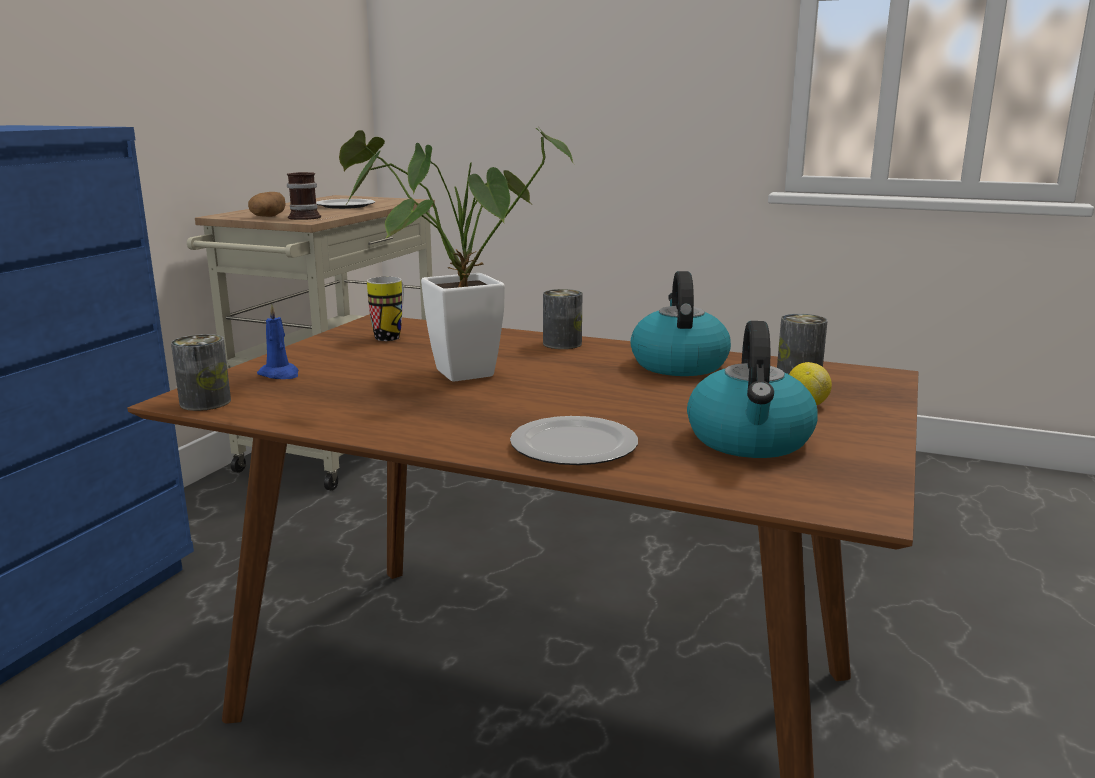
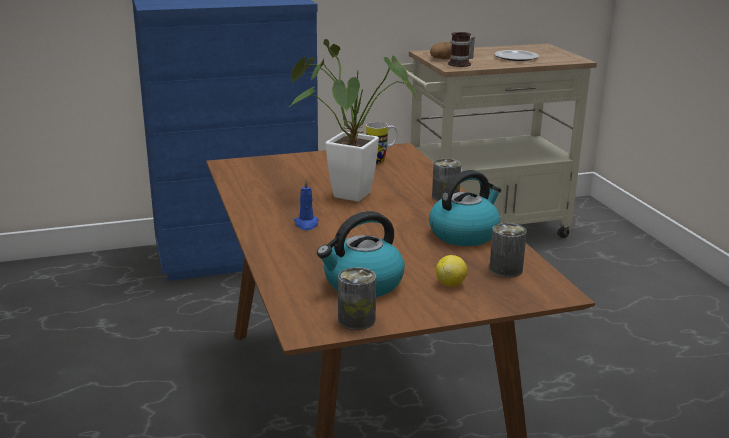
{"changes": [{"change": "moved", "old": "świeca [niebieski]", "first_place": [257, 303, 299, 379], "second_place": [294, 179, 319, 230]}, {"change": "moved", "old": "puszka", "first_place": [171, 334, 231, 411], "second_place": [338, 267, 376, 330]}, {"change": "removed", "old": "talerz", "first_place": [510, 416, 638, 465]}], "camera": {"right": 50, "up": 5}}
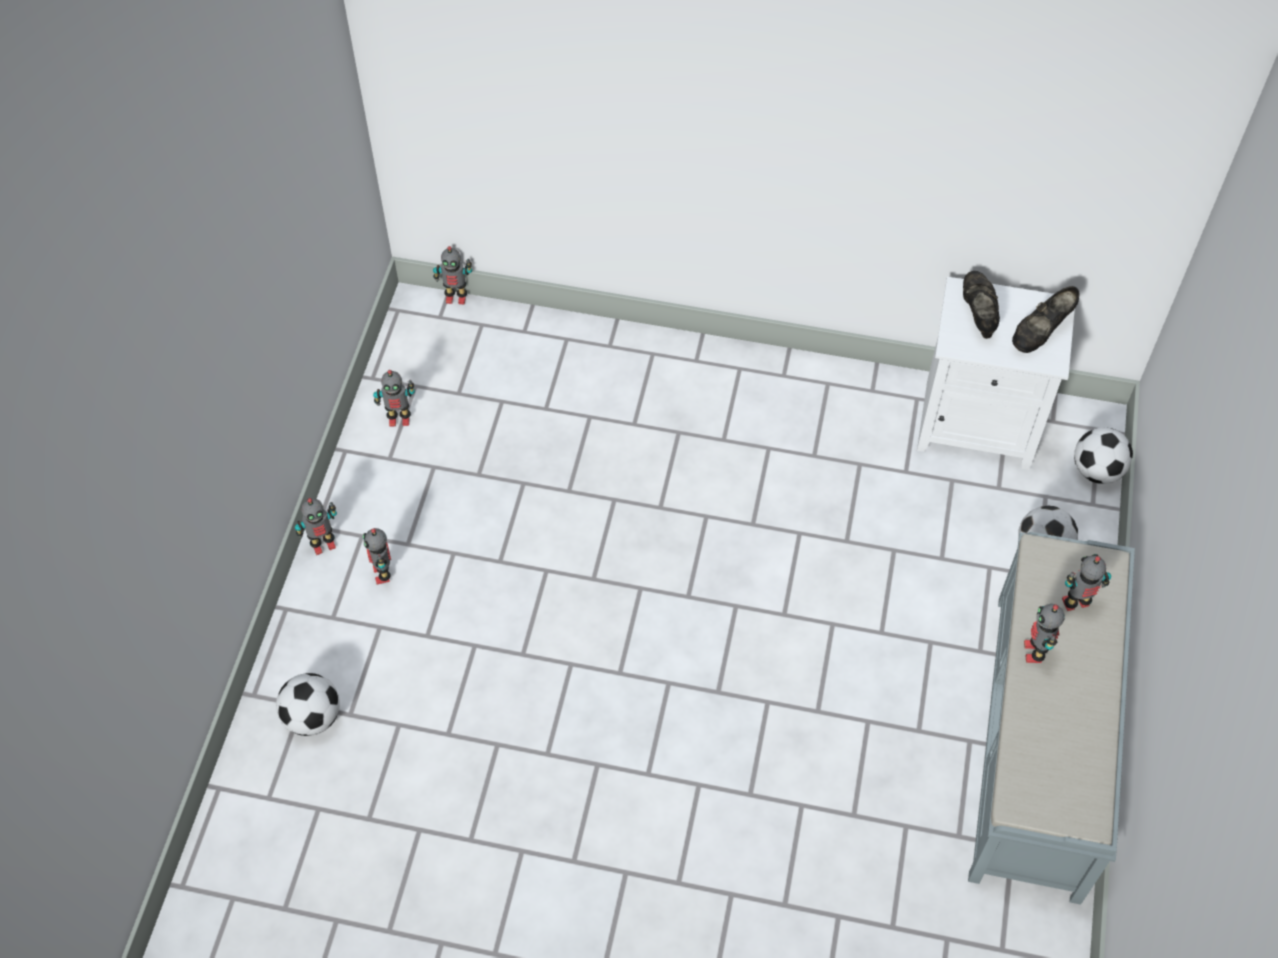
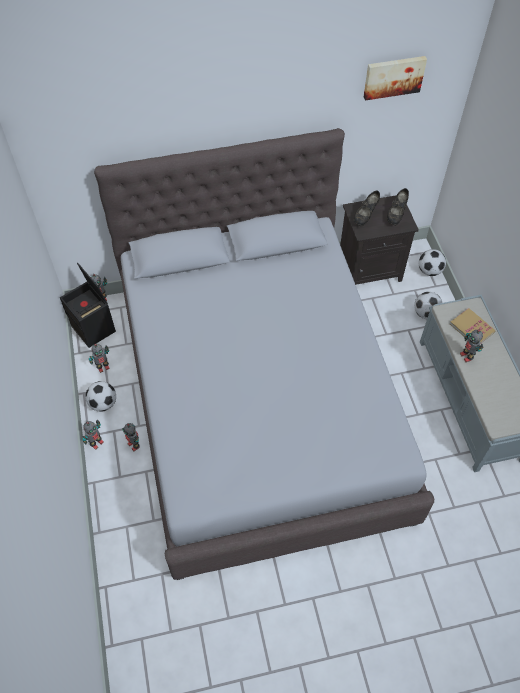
{"changes": [{"change": "added", "new": "pojemnik do przechowywania [czarny]", "second_place": [60, 263, 116, 348]}, {"change": "moved", "old": "piłka futbolowa", "first_place": [276, 673, 340, 736], "second_place": [86, 381, 116, 412]}, {"change": "added", "new": "łóżko [szary]", "second_place": [94, 128, 434, 580]}, {"change": "recoloured", "old": "szafka nocna [biały]", "new": "szafka nocna [czarny]", "first_place": [917, 277, 1075, 470], "second_place": [340, 195, 419, 285]}, {"change": "turned", "old": "but [czarny]", "first_place": [963, 271, 1000, 339], "second_place": [354, 191, 380, 226], "degrees": -120}, {"change": "added", "new": "obraz", "second_place": [364, 56, 427, 101]}, {"change": "replaced", "old": "robot zabawkowy", "new": "książka", "first_place": [1062, 554, 1111, 611], "second_place": [450, 308, 496, 343]}], "camera": {"right": -25, "up": 0}}
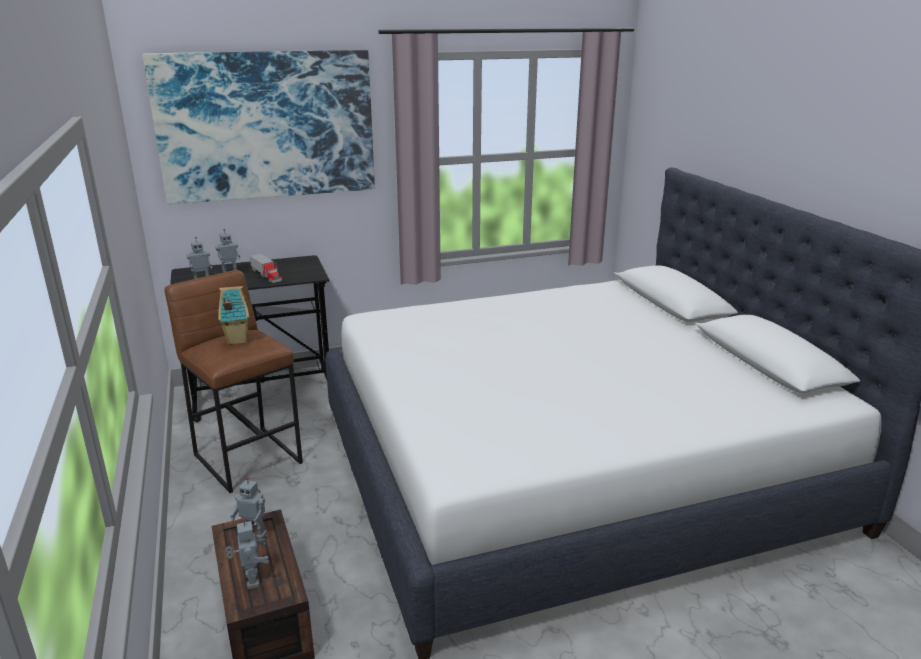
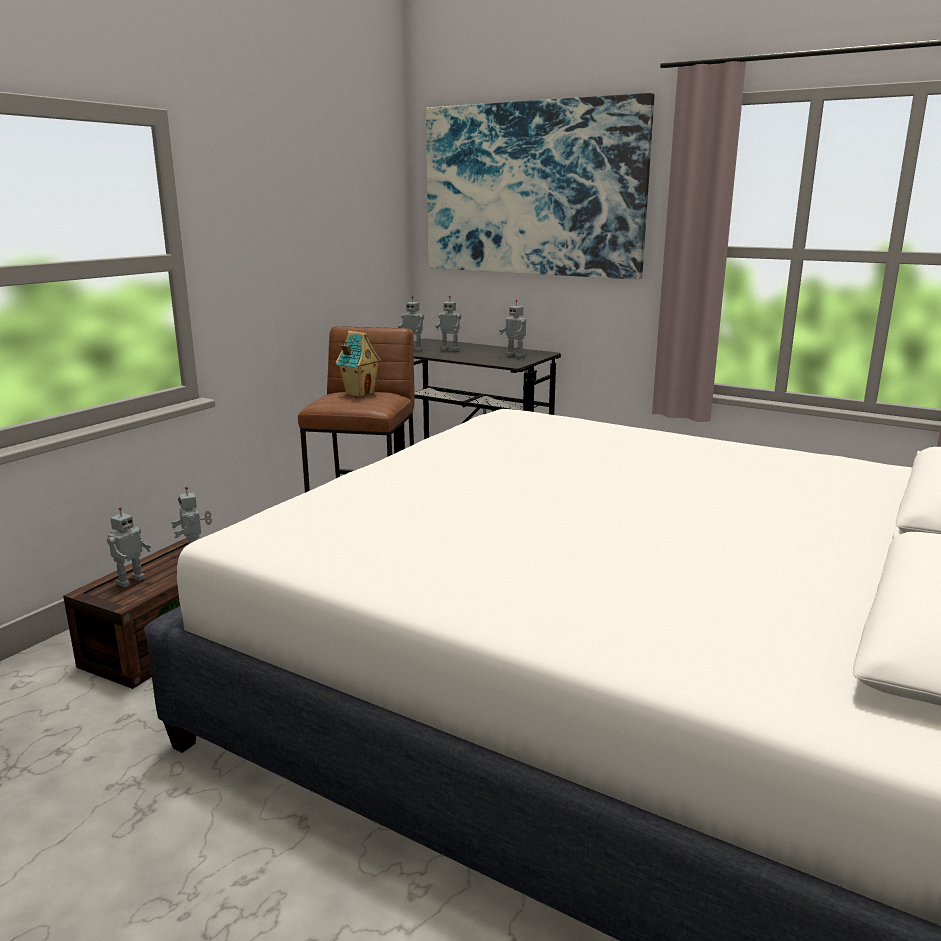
{"changes": [{"change": "added", "new": "robot zabawkowy", "second_place": [499, 300, 527, 358]}, {"change": "removed", "old": "ciężarówka zabawkowa", "first_place": [250, 254, 282, 283]}], "camera": {"right": 50, "up": -5}}
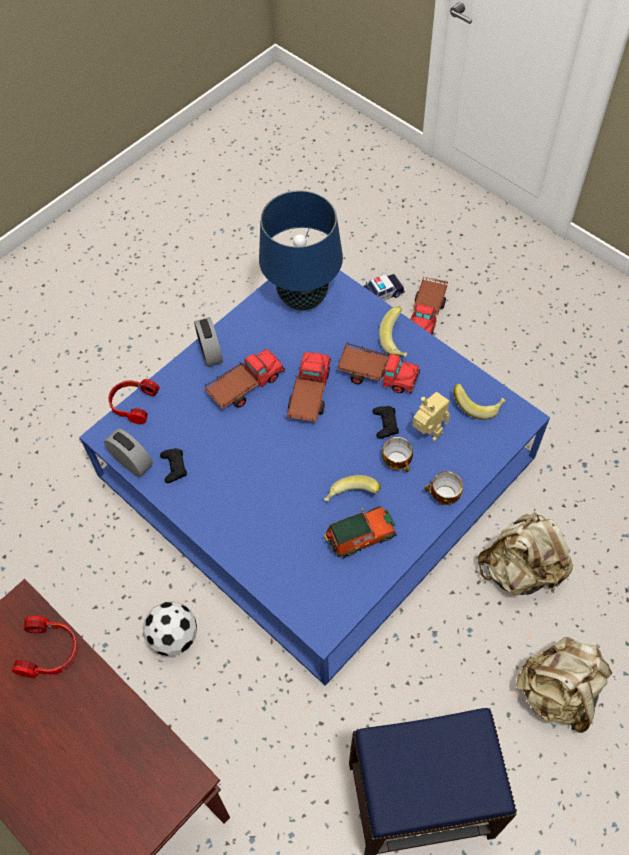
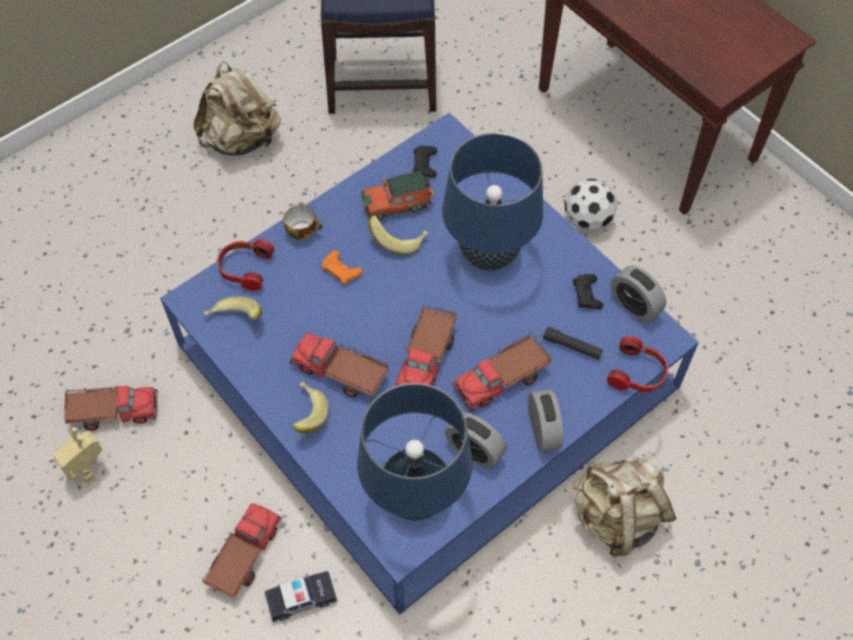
{"changes": [{"change": "moved", "old": "robot zabawkowy", "first_place": [413, 392, 450, 441], "second_place": [52, 427, 103, 487]}, {"change": "added", "new": "ciężarówka zabawkowa", "second_place": [63, 385, 158, 431]}, {"change": "moved", "old": "słuchawki", "first_place": [12, 616, 78, 678], "second_place": [217, 239, 275, 291]}, {"change": "replaced", "old": "filiżanka", "new": "pad do gier [pomarańczowy]", "first_place": [382, 437, 413, 472], "second_place": [321, 251, 363, 285]}, {"change": "moved", "old": "pad do gier [czarny]", "first_place": [373, 406, 399, 439], "second_place": [413, 146, 438, 178]}, {"change": "added", "new": "lampa stołowa [niebieski]", "second_place": [442, 133, 543, 271]}, {"change": "added", "new": "budzik", "second_place": [445, 412, 507, 469]}, {"change": "added", "new": "latarka [czarny]", "second_place": [543, 327, 603, 360]}, {"change": "moved", "old": "plecak [beżowy]", "first_place": [478, 512, 573, 595], "second_place": [572, 460, 676, 557]}], "camera": {"right": -175, "up": 0}}
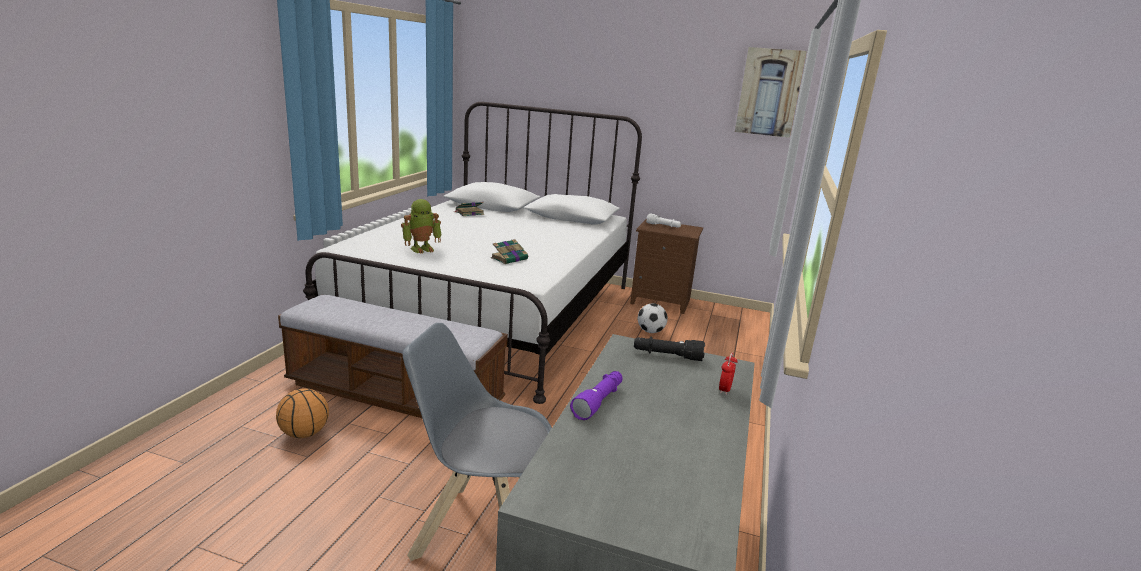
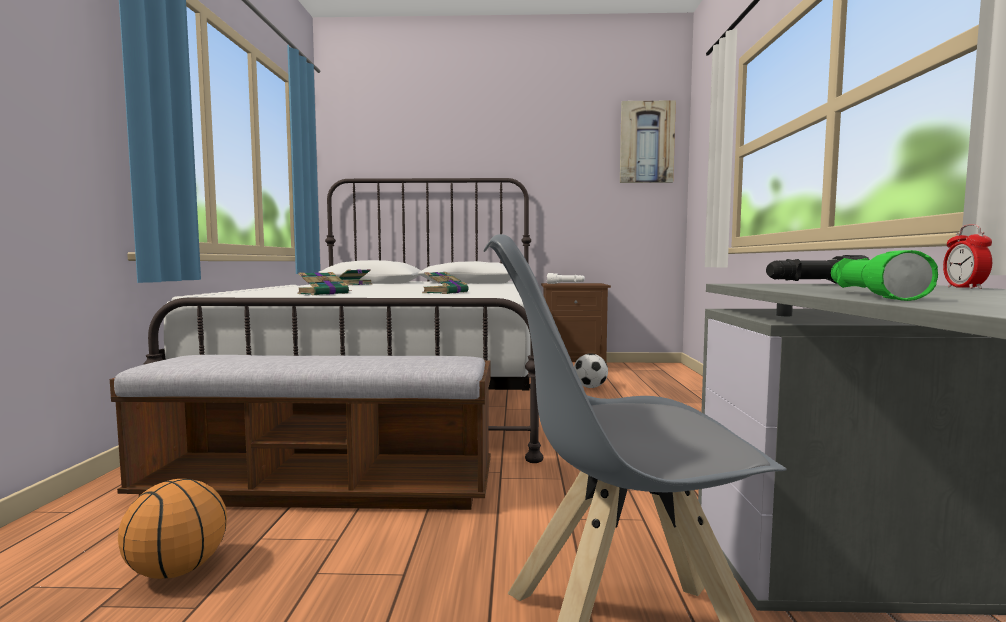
{"changes": [{"change": "replaced", "old": "robot zabawkowy", "new": "książka", "first_place": [401, 199, 442, 254], "second_place": [297, 272, 349, 295]}, {"change": "recoloured", "old": "latarka [fioletowy]", "new": "latarka [zielony]", "first_place": [570, 371, 623, 420], "second_place": [831, 250, 938, 301]}], "camera": {"right": -15, "up": -15}}
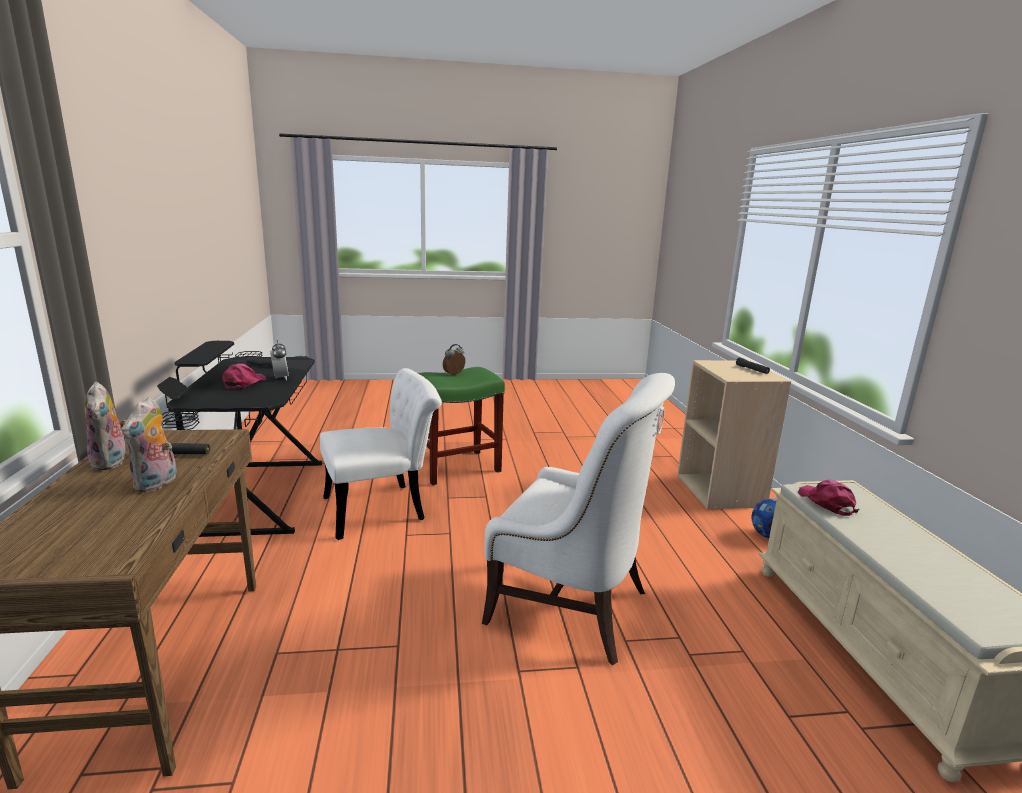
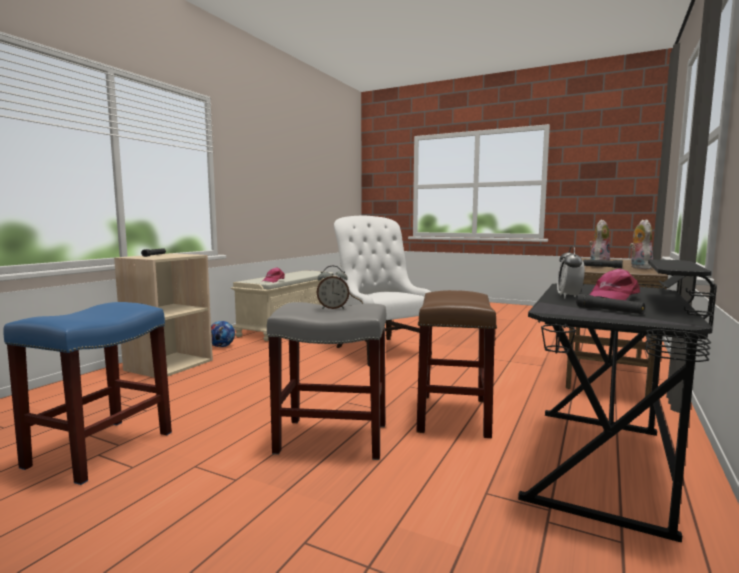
{"changes": [{"change": "added", "new": "stołek [niebieski]", "second_place": [3, 302, 172, 485]}, {"change": "recoloured", "old": "stołek [zielony]", "new": "stołek [szary]", "first_place": [418, 367, 505, 485], "second_place": [267, 302, 386, 460]}, {"change": "replaced", "old": "krzesło [biały]", "new": "stołek [brązowy]", "first_place": [320, 368, 442, 540], "second_place": [416, 290, 497, 438]}], "camera": {"right": -145, "up": -10}}
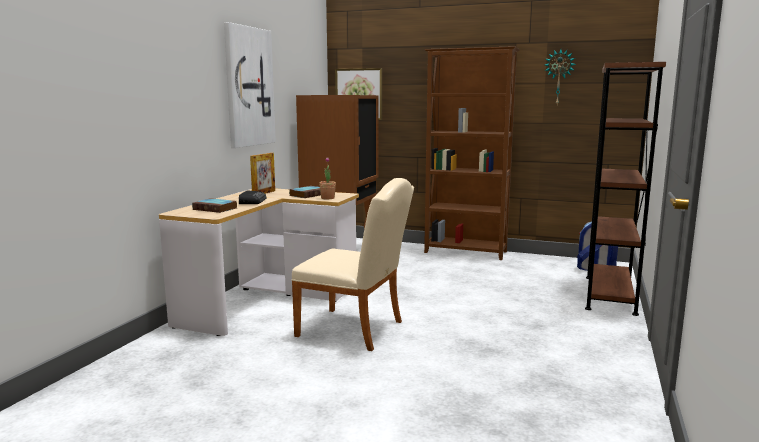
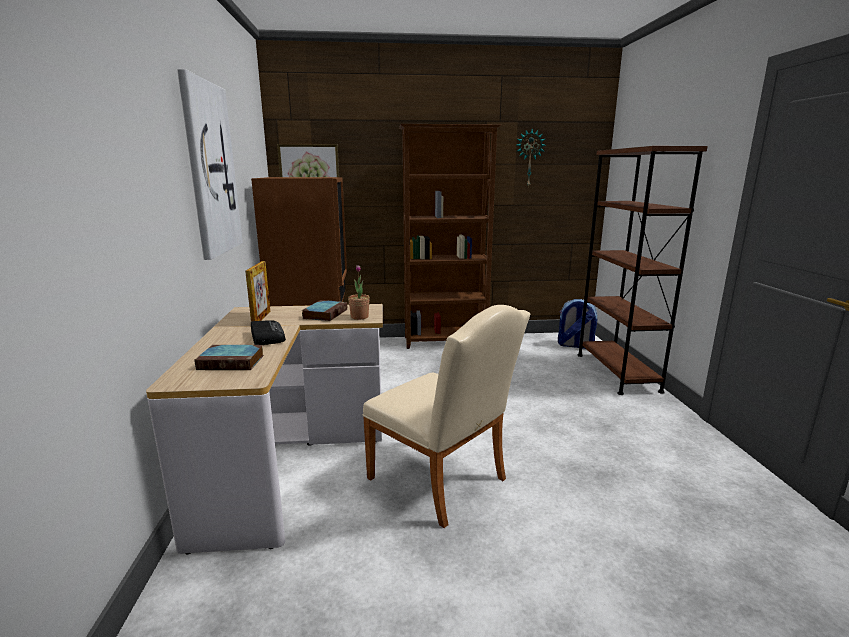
{"changes": [{"change": "turned", "old": "krzesło [beżowy]", "first_place": [291, 178, 414, 351], "second_place": [362, 305, 530, 528], "degrees": 45}], "camera": {"right": -25, "up": 5}}
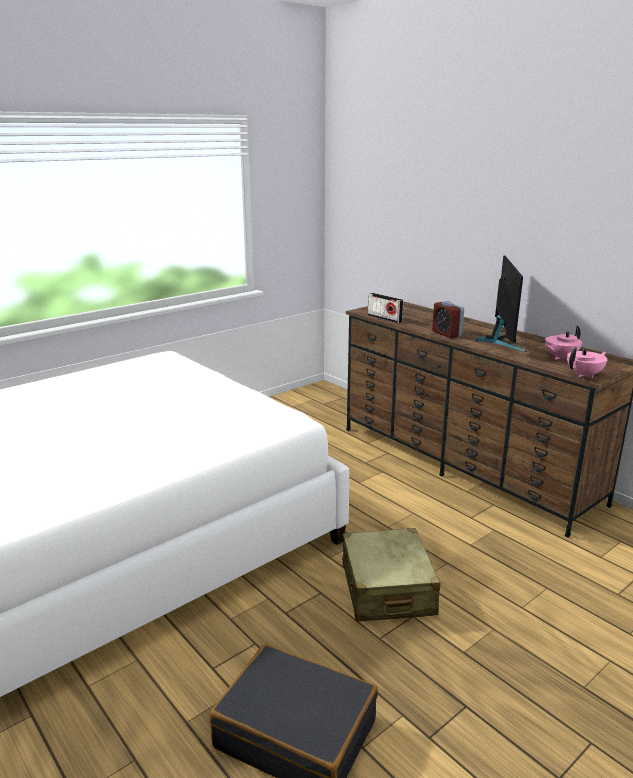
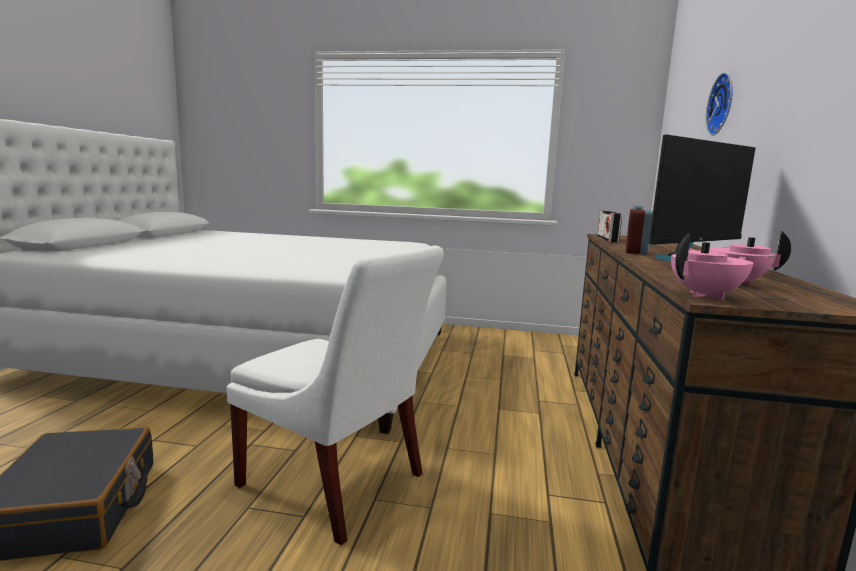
{"changes": [{"change": "replaced", "old": "walizka [beżowy]", "new": "krzesło [biały]", "first_place": [342, 528, 441, 622], "second_place": [227, 246, 444, 545]}, {"change": "turned", "old": "imbryk [różowy]", "first_place": [567, 347, 608, 378], "second_place": [671, 234, 754, 300], "degrees": -45}, {"change": "added", "new": "zegar ścienny", "second_place": [705, 72, 733, 136]}], "camera": {"right": 50, "up": -10}}
